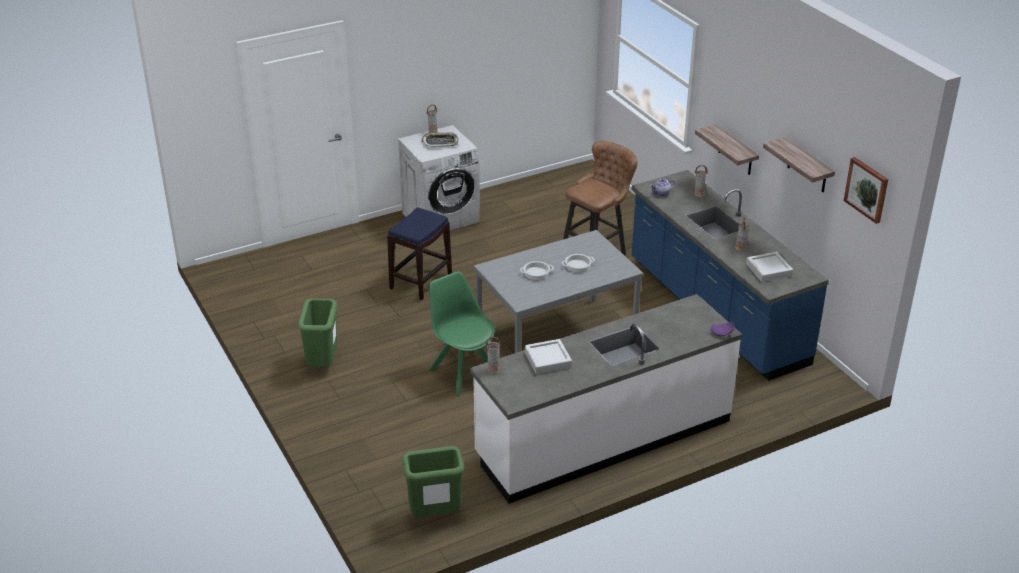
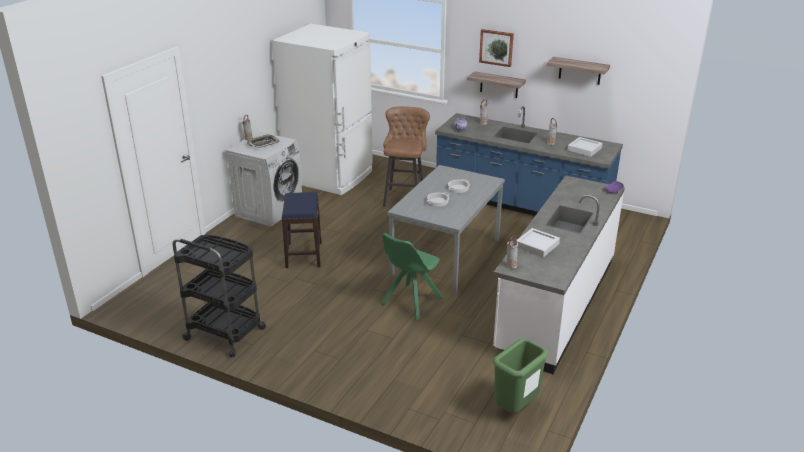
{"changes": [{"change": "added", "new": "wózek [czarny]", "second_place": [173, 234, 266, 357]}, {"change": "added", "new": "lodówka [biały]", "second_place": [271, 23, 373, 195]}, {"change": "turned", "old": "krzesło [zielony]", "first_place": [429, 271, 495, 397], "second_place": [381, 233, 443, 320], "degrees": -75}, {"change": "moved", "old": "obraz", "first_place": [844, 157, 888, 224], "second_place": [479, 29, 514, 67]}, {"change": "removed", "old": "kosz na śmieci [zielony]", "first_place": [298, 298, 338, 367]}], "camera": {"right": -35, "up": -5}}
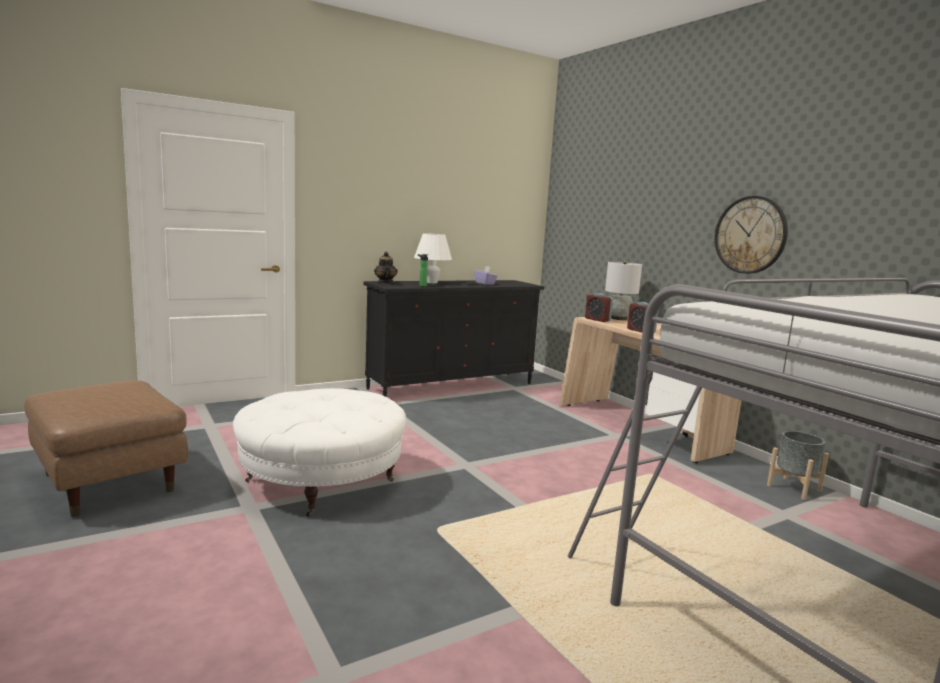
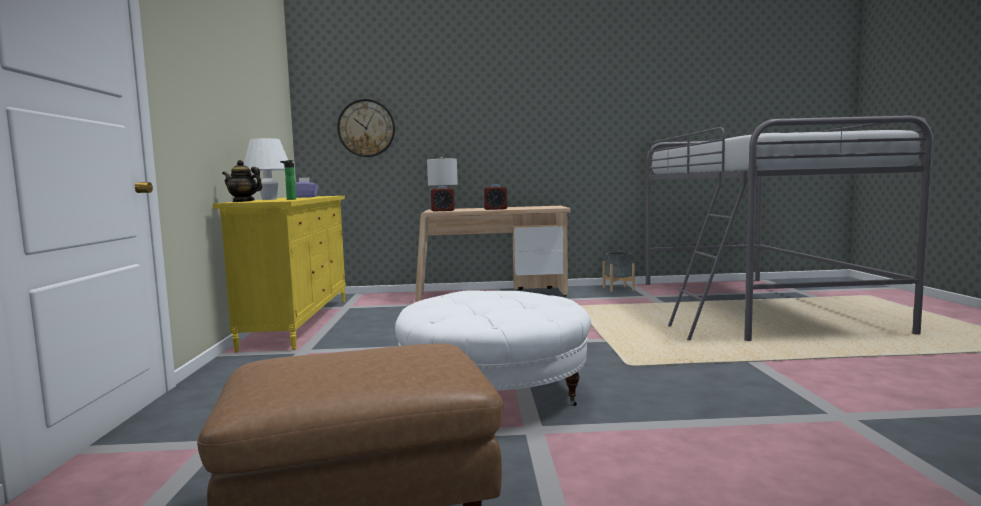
{"changes": [{"change": "recoloured", "old": "komoda [czarny]", "new": "komoda [żółty]", "first_place": [364, 280, 544, 397], "second_place": [213, 196, 346, 352]}, {"change": "moved", "old": "zegar ścienny", "first_place": [715, 196, 788, 274], "second_place": [337, 99, 395, 157]}], "camera": {"right": -60, "up": -5}}
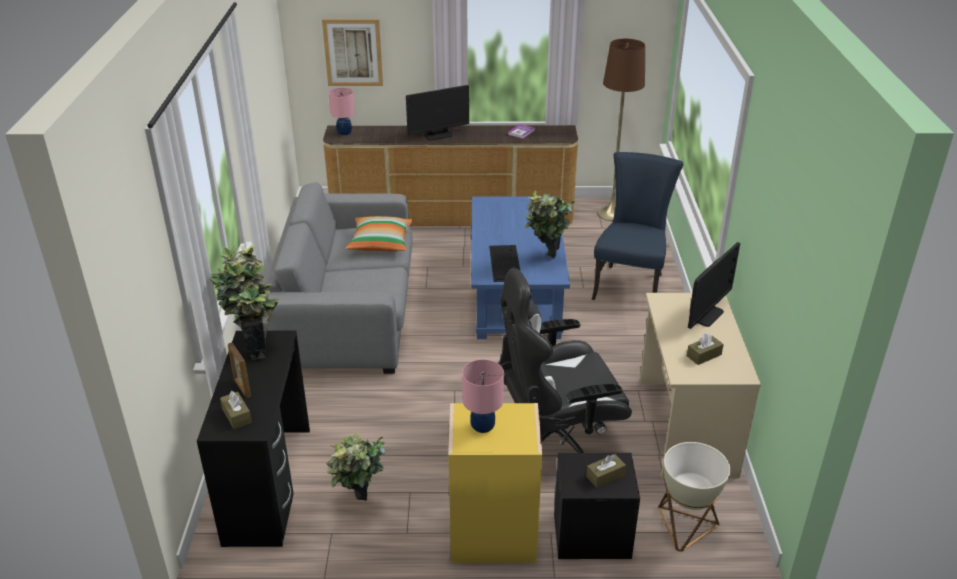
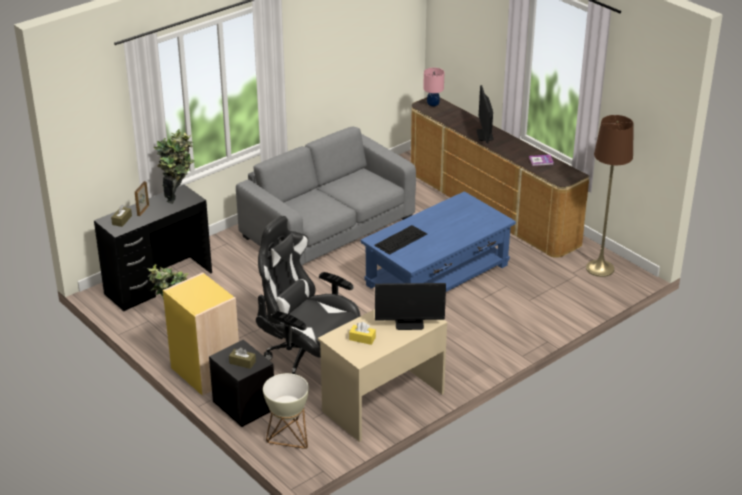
{"changes": [{"change": "recoloured", "old": "pudełko chusteczek [brązowy]", "new": "pudełko chusteczek [żółty]", "first_place": [687, 333, 724, 365], "second_place": [349, 322, 376, 345]}, {"change": "turned", "old": "monitor", "first_place": [406, 85, 469, 141], "second_place": [476, 85, 494, 143], "degrees": 60}, {"change": "removed", "old": "obraz", "first_place": [322, 19, 383, 86]}, {"change": "removed", "old": "poduszka", "first_place": [345, 216, 413, 251]}, {"change": "removed", "old": "lampa stołowa [różowy]", "first_place": [462, 359, 504, 433]}, {"change": "removed", "old": "roślina doniczkowa", "first_place": [525, 191, 574, 258]}, {"change": "removed", "old": "krzesło [niebieski]", "first_place": [592, 152, 683, 300]}], "camera": {"right": 50, "up": 0}}
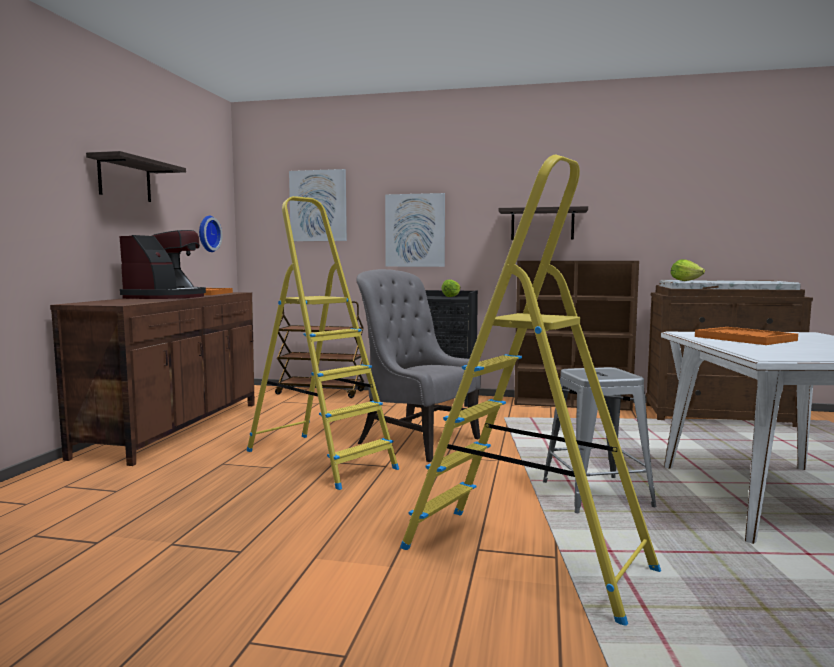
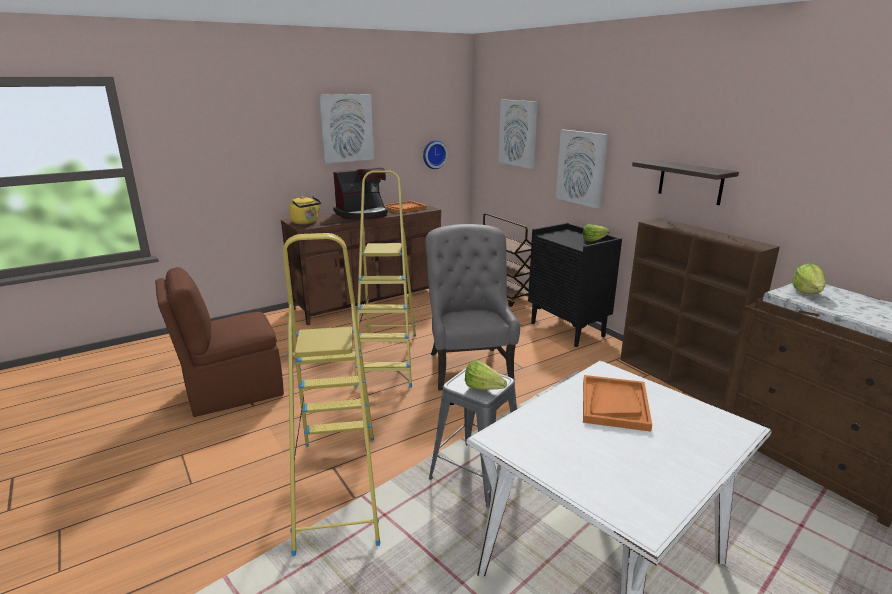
{"changes": [{"change": "added", "new": "krzesło [brązowy]", "second_place": [155, 267, 284, 417]}, {"change": "added", "new": "czajnik [żółty]", "second_place": [289, 196, 321, 225]}, {"change": "replaced", "old": "półka", "new": "obraz", "first_place": [86, 151, 186, 202], "second_place": [318, 94, 374, 163]}, {"change": "added", "new": "sałata", "second_place": [465, 360, 507, 390]}], "camera": {"right": 45, "up": 15}}
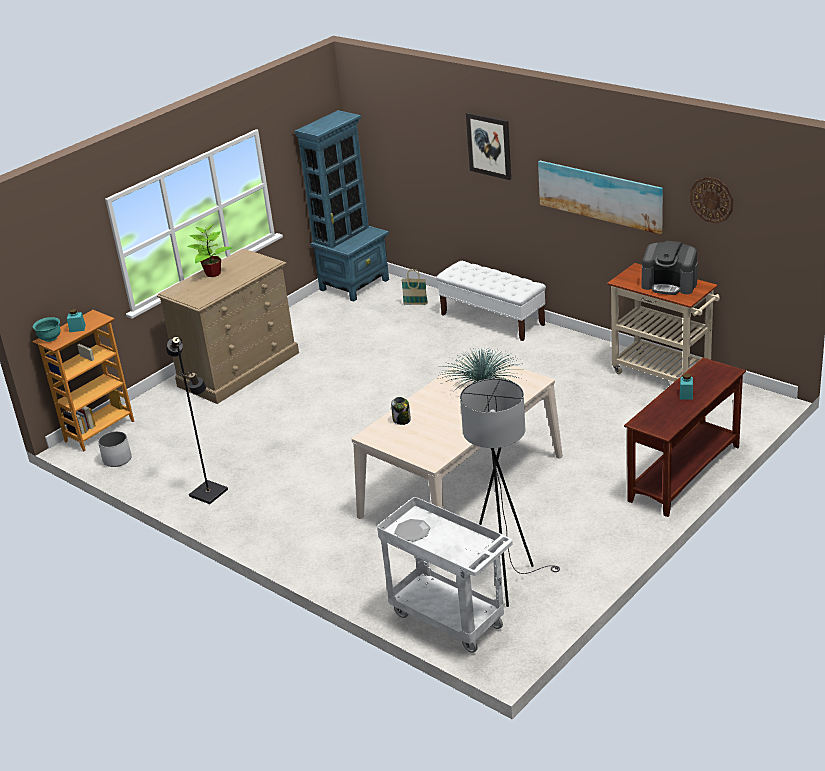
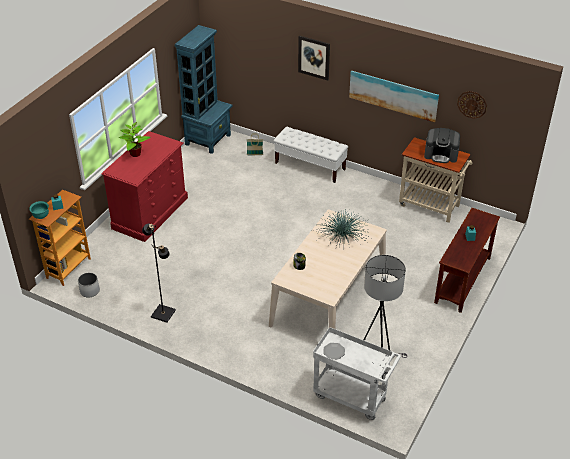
{"changes": [{"change": "recoloured", "old": "komoda [beżowy]", "new": "komoda [czerwony]", "first_place": [157, 249, 299, 404], "second_place": [102, 131, 188, 242]}], "camera": {"right": -15, "up": 10}}
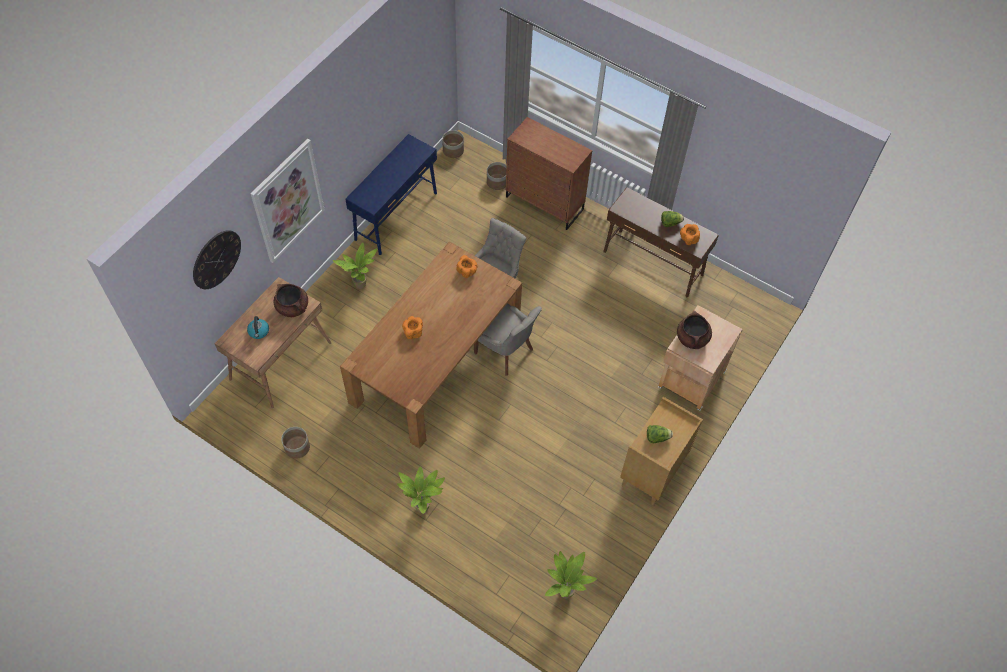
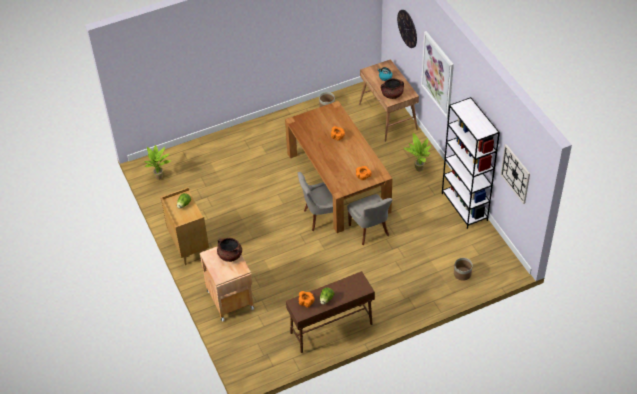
{"changes": [{"change": "replaced", "old": "stolik konsolowy [niebieski]", "new": "regał [biały]", "first_place": [345, 134, 437, 255], "second_place": [442, 97, 500, 229]}, {"change": "added", "new": "zegar ścienny", "second_place": [500, 144, 530, 204]}, {"change": "removed", "old": "roślina doniczkowa", "first_place": [397, 466, 445, 514]}, {"change": "removed", "old": "donica", "first_place": [442, 130, 464, 158]}, {"change": "removed", "old": "komoda [brązowy]", "first_place": [506, 117, 592, 230]}], "camera": {"right": 125, "up": -10}}
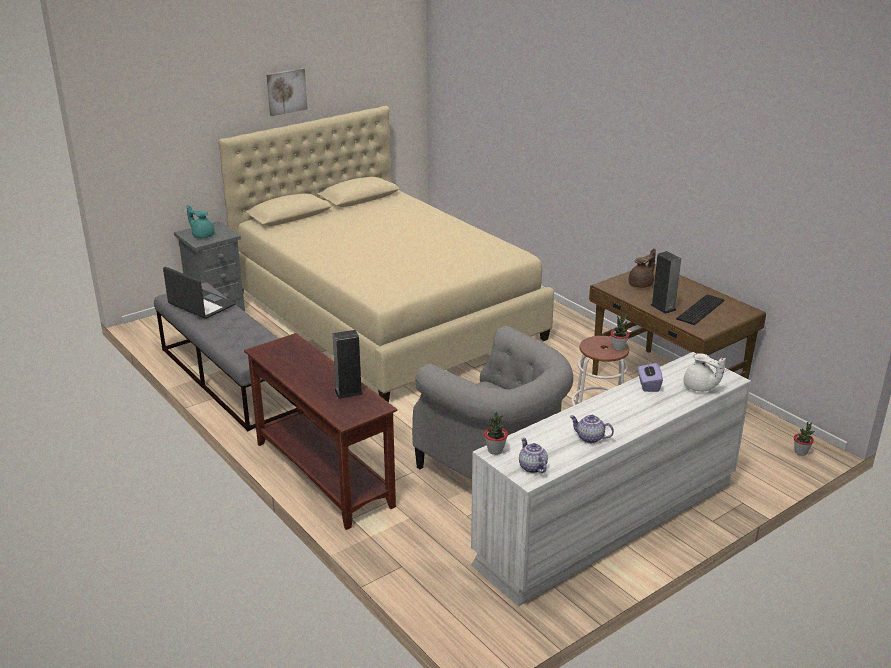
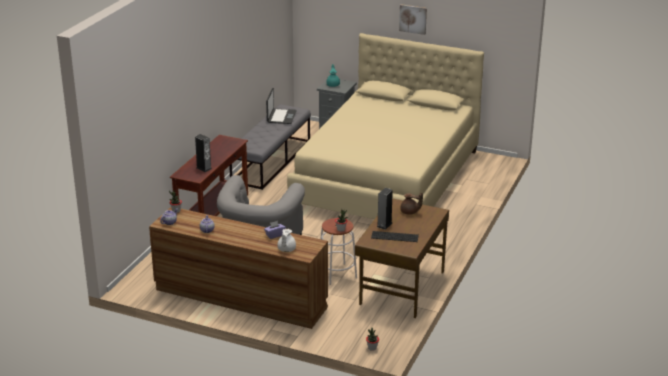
{"changes": [{"change": "recoloured", "old": "komoda [biały]", "new": "komoda [brązowy]", "first_place": [471, 352, 751, 607], "second_place": [149, 207, 328, 329]}], "camera": {"right": 60, "up": 0}}
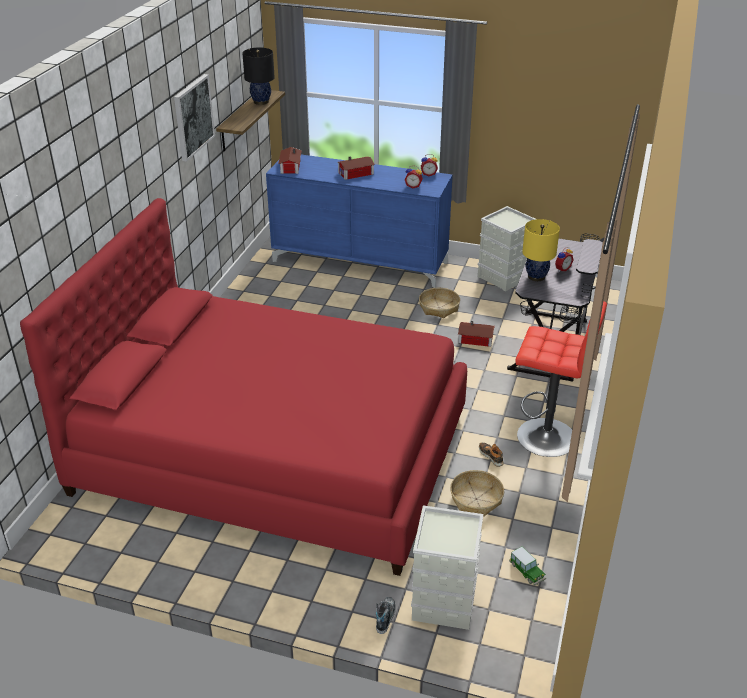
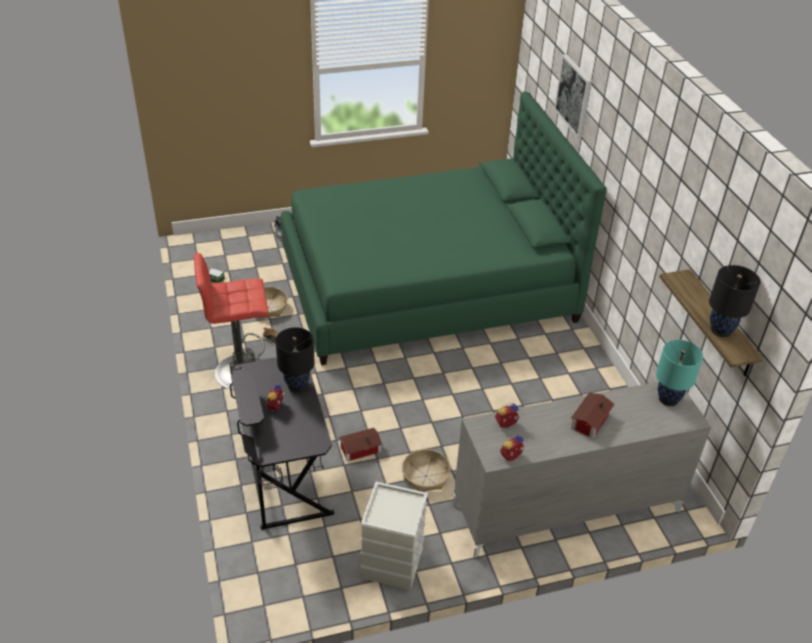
{"changes": [{"change": "recoloured", "old": "lampa stołowa [żółty]", "new": "lampa stołowa [czarny]", "first_place": [522, 219, 560, 281], "second_place": [275, 327, 315, 392]}, {"change": "recoloured", "old": "łóżko [czerwony]", "new": "łóżko [zielony]", "first_place": [20, 198, 467, 576], "second_place": [281, 91, 607, 365]}, {"change": "recoloured", "old": "komoda [niebieski]", "new": "komoda [szary]", "first_place": [266, 154, 453, 288], "second_place": [453, 382, 711, 558]}, {"change": "moved", "old": "obraz", "first_place": [174, 74, 215, 162], "second_place": [554, 54, 592, 138]}, {"change": "replaced", "old": "domek", "new": "lampa stołowa [turkusowy]", "first_place": [278, 147, 302, 174], "second_place": [656, 340, 703, 406]}, {"change": "removed", "old": "pojemnik do przechowywania [szary]", "first_place": [411, 505, 483, 630]}], "camera": {"right": 145, "up": 5}}
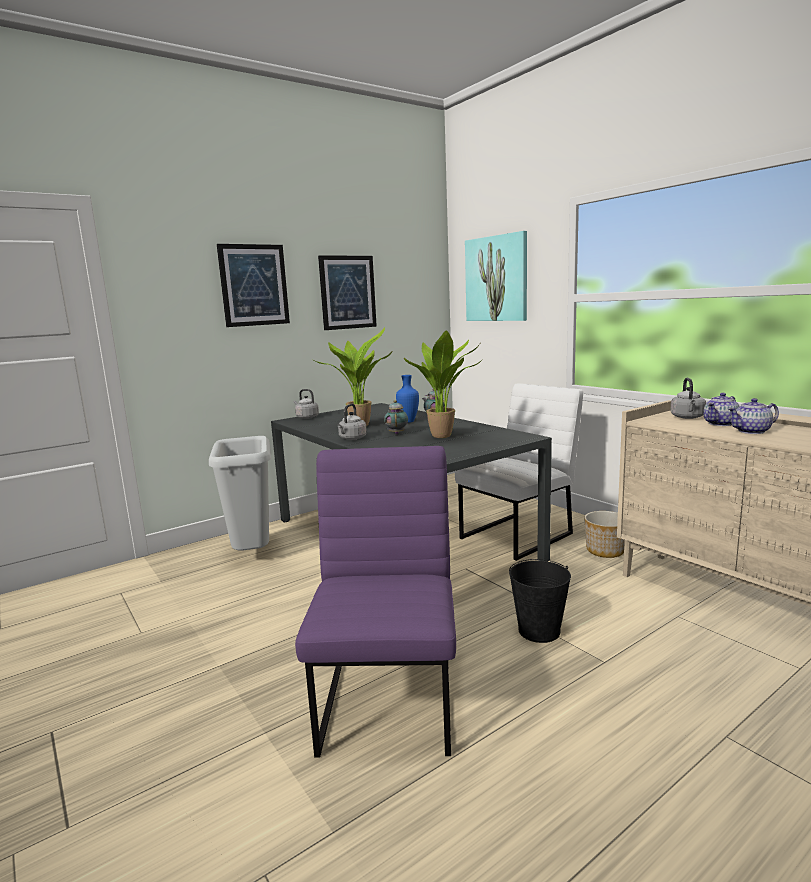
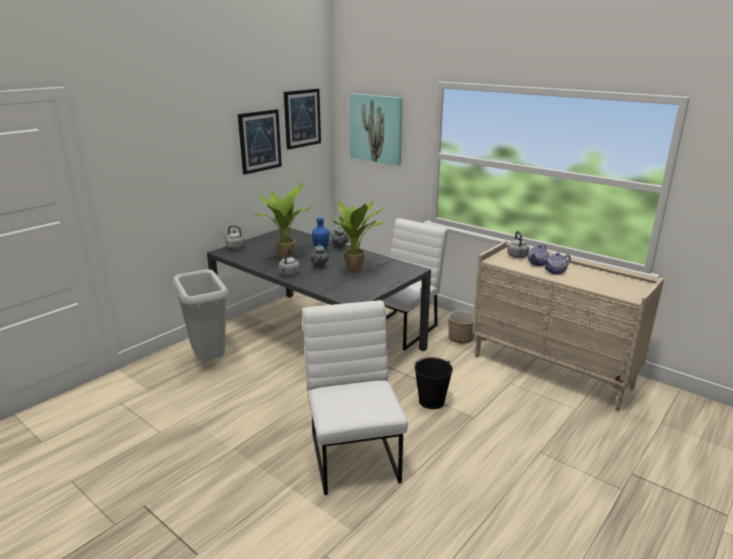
{"changes": [{"change": "moved", "old": "obraz", "first_place": [217, 244, 290, 327], "second_place": [284, 88, 321, 150]}, {"change": "recoloured", "old": "krzesło [fioletowy]", "new": "krzesło [biały]", "first_place": [295, 446, 456, 757], "second_place": [302, 300, 408, 495]}], "camera": {"right": -15, "up": 10}}
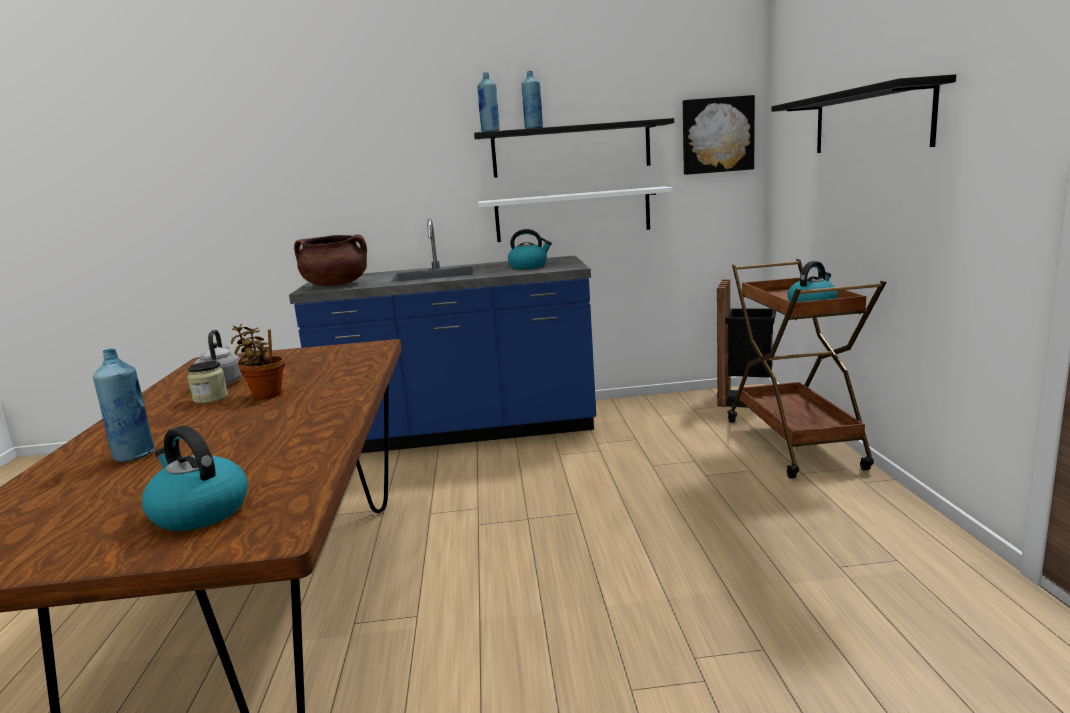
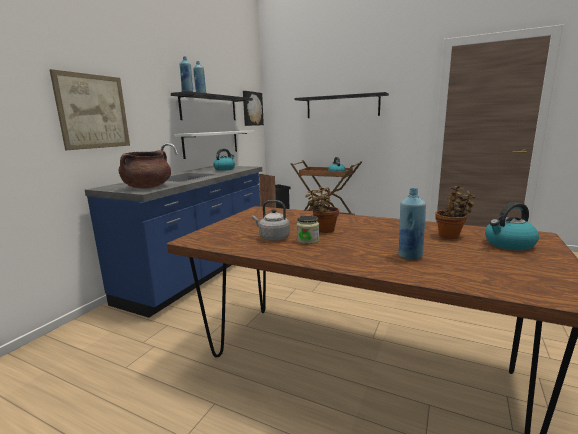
{"changes": [{"change": "added", "new": "obraz", "second_place": [50, 69, 130, 150]}, {"change": "added", "new": "roślina doniczkowa", "second_place": [435, 186, 476, 239]}], "camera": {"right": -60, "up": 0}}
